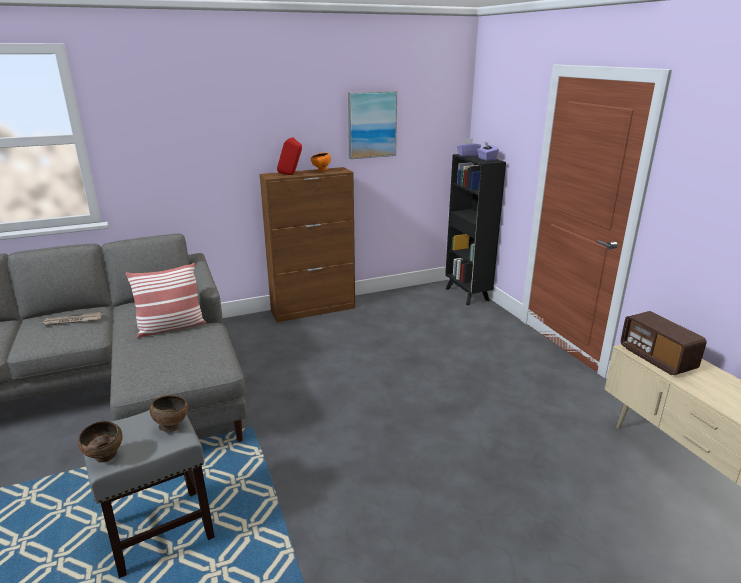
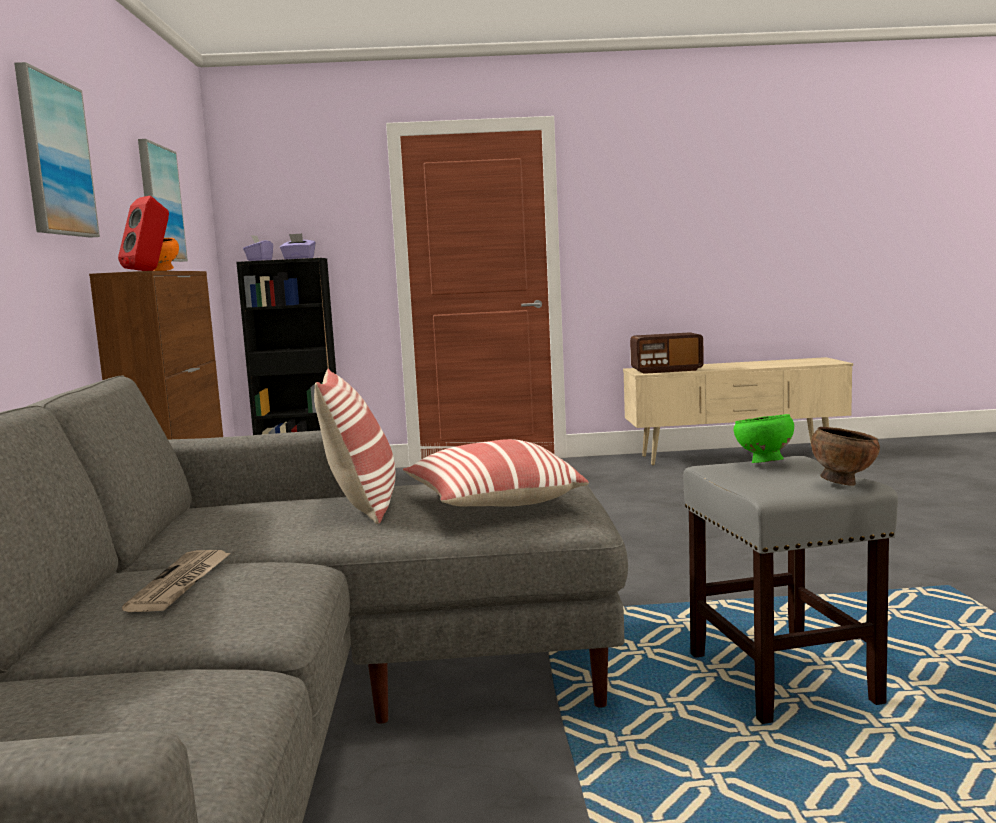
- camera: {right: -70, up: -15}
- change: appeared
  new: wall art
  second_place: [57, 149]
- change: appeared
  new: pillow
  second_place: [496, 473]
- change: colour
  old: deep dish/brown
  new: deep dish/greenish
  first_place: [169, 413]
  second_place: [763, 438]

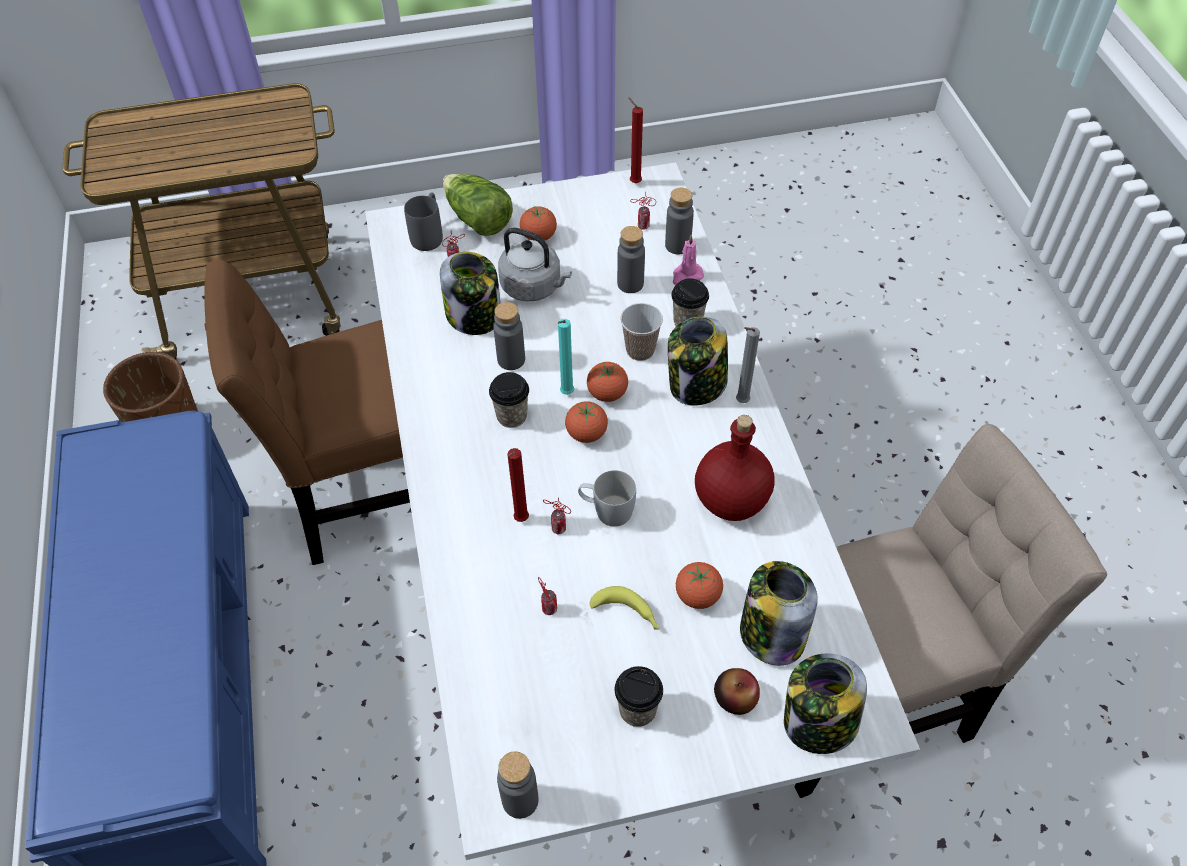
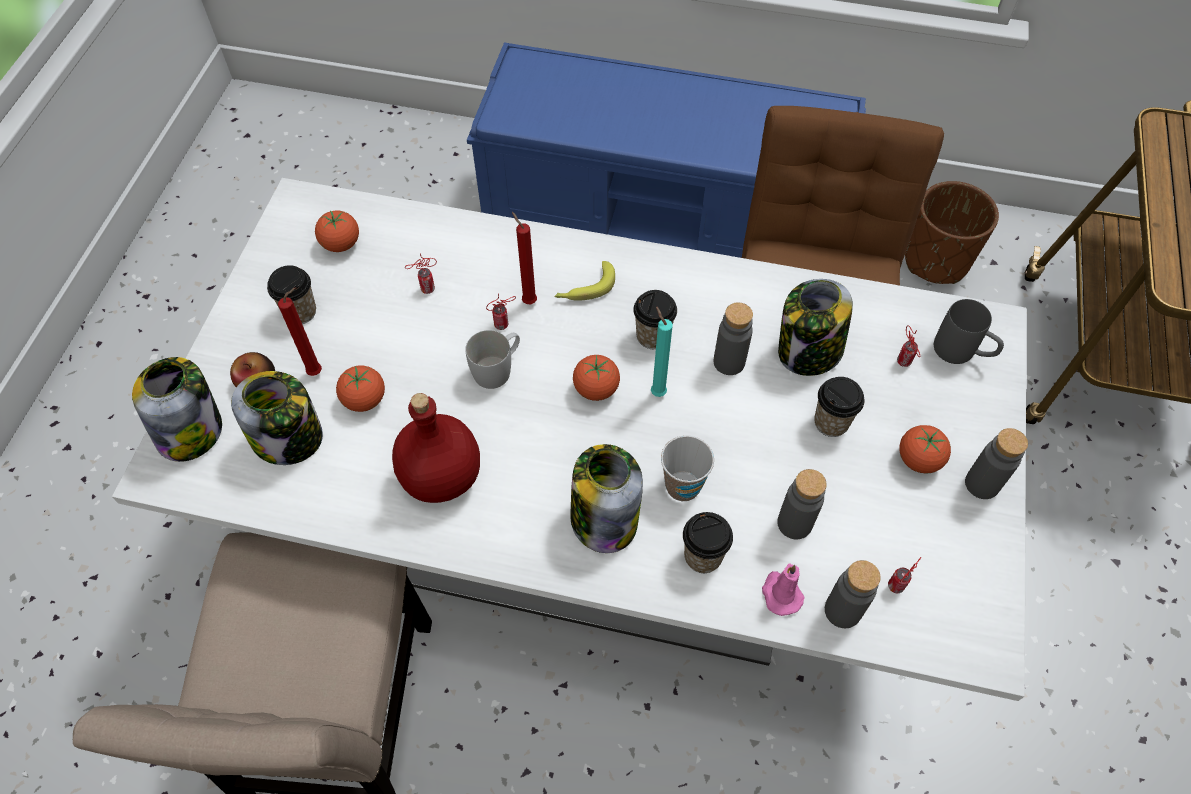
- camera: {right: 115, up: 5}
- change: missing
  old: lettuce head
  first_place: [478, 205]
- change: missing
  old: wax candle/grey
  first_place: [748, 365]
- change: relocated
  old: bottle/grey
  first_place: [518, 785]
  second_place: [996, 463]
- change: relocated
  old: whole tomato
  first_place: [607, 382]
  second_place: [337, 231]
- change: relocated
  old: banana
  first_place: [625, 608]
  second_place: [584, 281]
- change: relocated
  old: wax candle/red
  first_place: [635, 140]
  second_place: [300, 332]
- change: exchanged
  old: water kettle/grey
  new: drinking cup
  first_place: [535, 265]
  second_place: [839, 407]

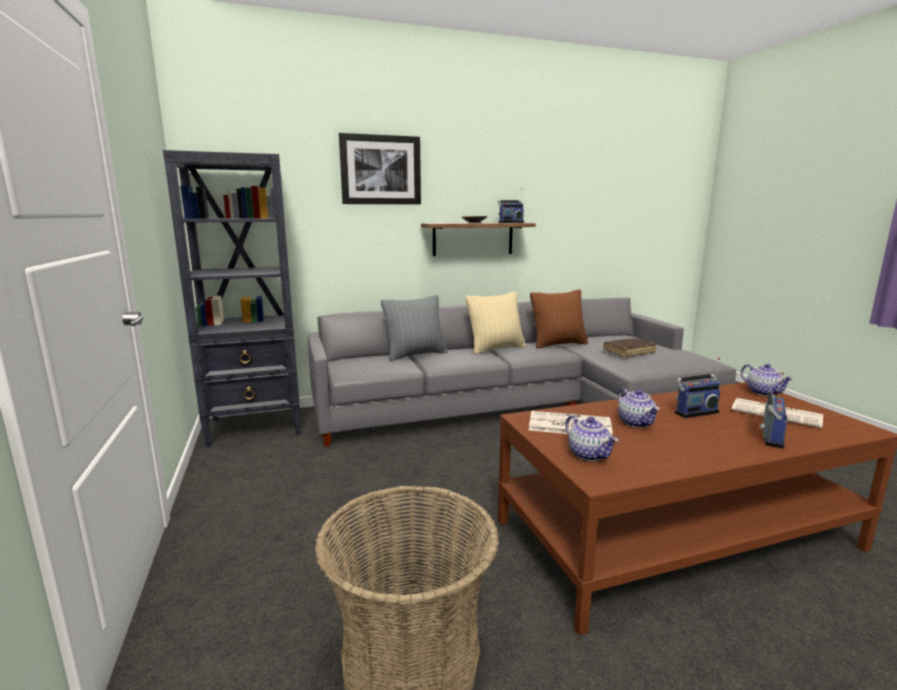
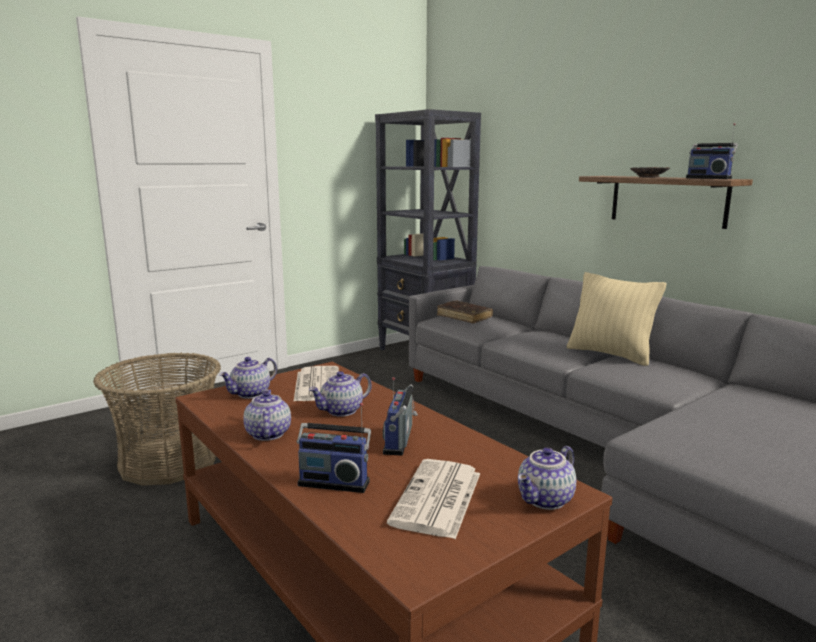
- camera: {right: 70, up: 0}
- change: missing
  old: wall art
  first_place: [380, 169]
- change: missing
  old: pillow/grey
  first_place: [414, 328]
- change: missing
  old: pillow/brown
  first_place: [559, 319]
- change: appeared
  new: tea pot
  second_place: [267, 415]
- change: relocated
  old: book/brown
  first_place: [630, 348]
  second_place: [465, 312]
- change: spun
  old: radio receiver
  first_place: [697, 388]
  second_place: [400, 416]
  degrees: 45

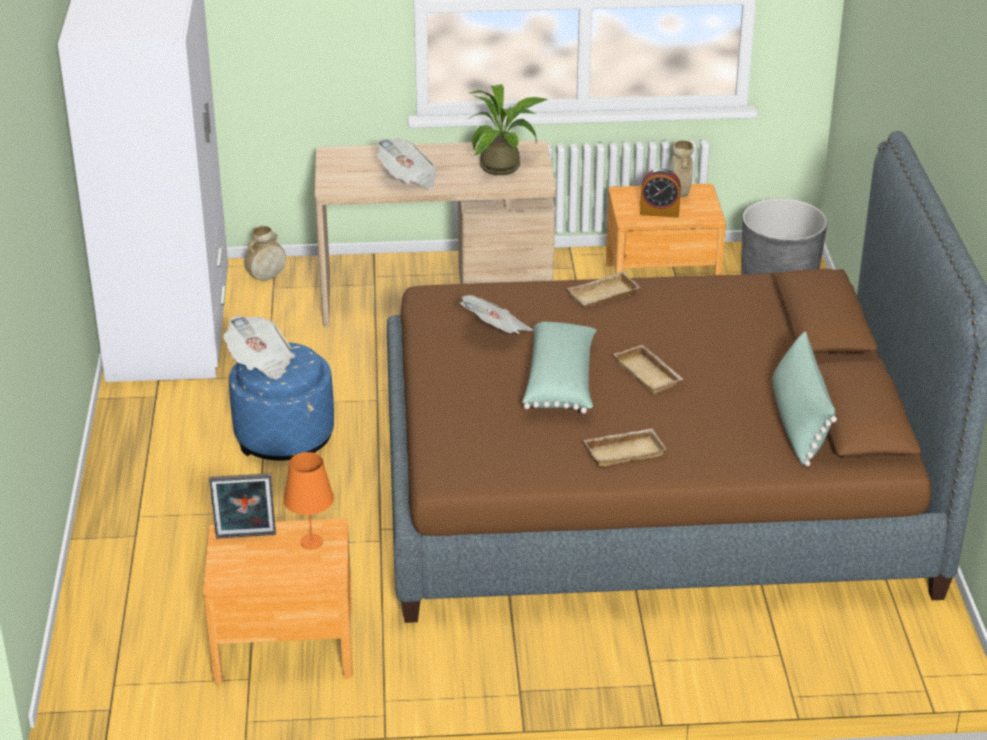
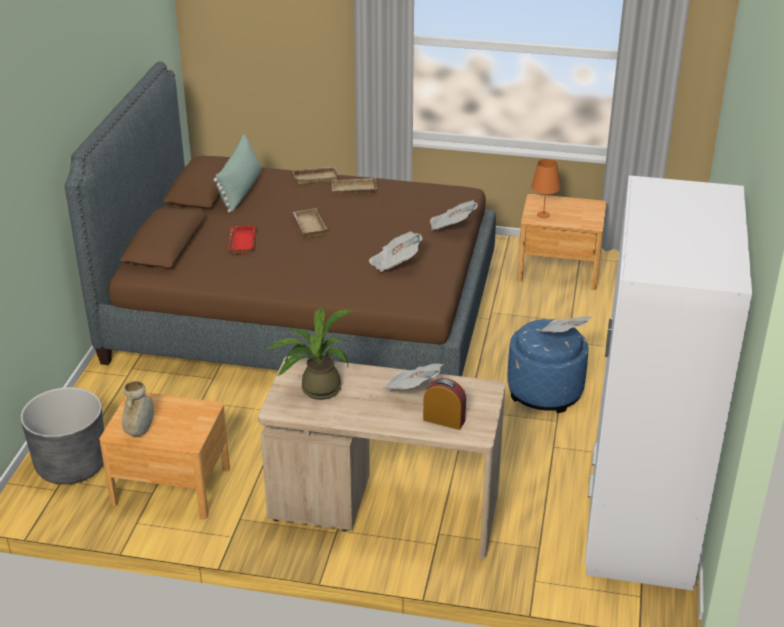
- camera: {right: -165, up: 0}
- change: missing
  old: photo frame
  first_place: [242, 506]
- change: missing
  old: vase/beige-coloured
  first_place: [265, 253]
- change: missing
  old: pillow/greenish
  first_place: [559, 368]
- change: appeared
  new: carrying tray/red
  second_place: [241, 240]
- change: appeared
  new: printed paper
  second_place: [454, 215]
- change: relocated
  old: carrying tray/beige-coloured
  first_place: [603, 289]
  second_place: [315, 175]
- change: relocated
  old: bedside clock
  first_place: [660, 193]
  second_place: [444, 404]

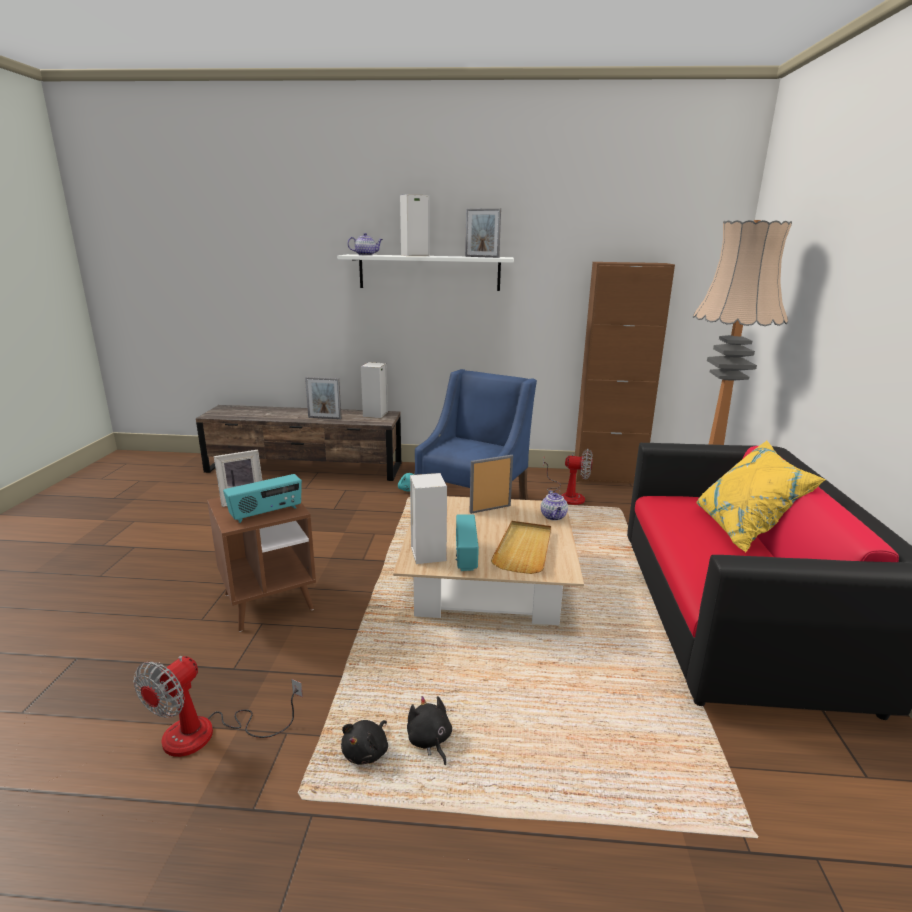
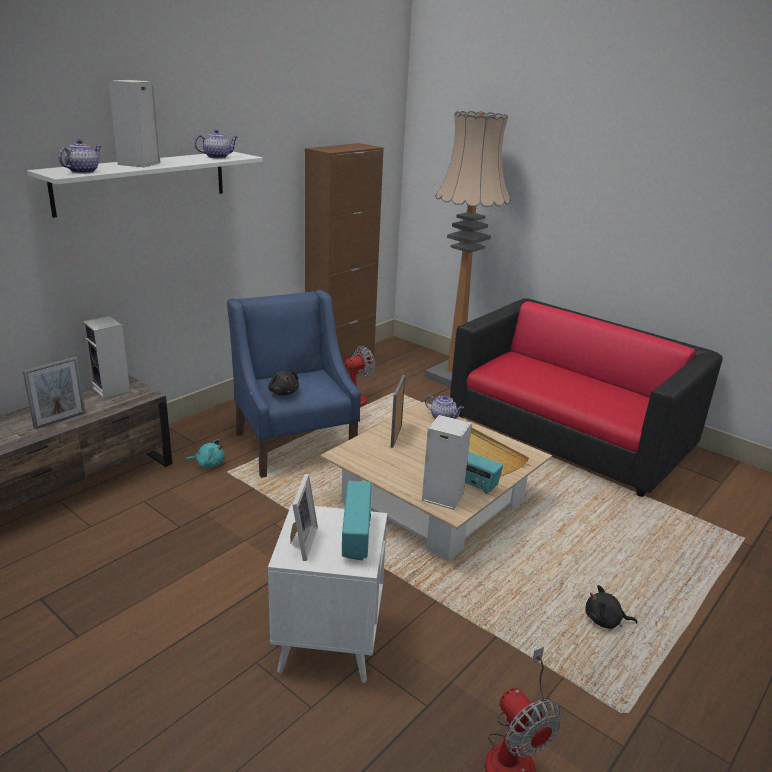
- camera: {right: -55, up: 5}
- change: missing
  old: pillow/yellowish
  first_place: [761, 497]
- change: relocated
  old: plush toy/black-coloured
  first_place: [364, 742]
  second_place: [283, 383]
- change: exchanged
  old: photo frame
  new: tea pot
  first_place: [483, 233]
  second_place: [216, 144]
- change: colour
  old: end table/brown
  new: end table/white
  first_place: [261, 564]
  second_place: [327, 593]

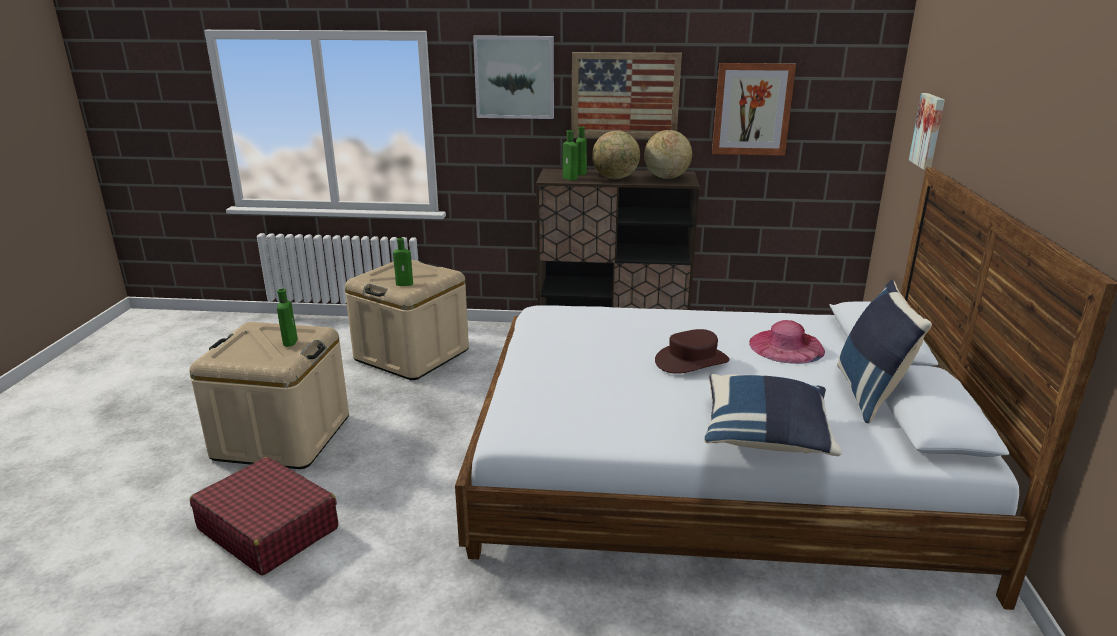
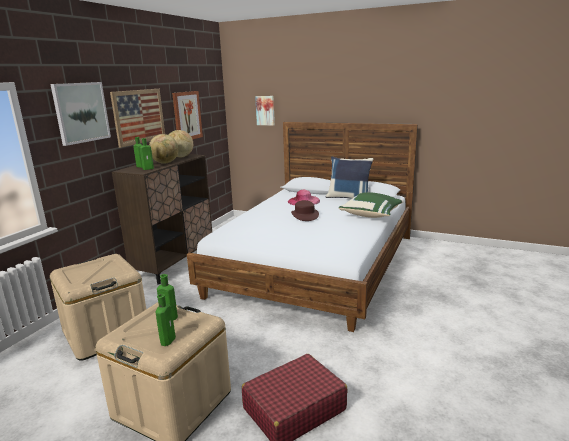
- camera: {right: -70, up: -5}
- change: relocated
  old: bottle/greenish
  first_place: [403, 262]
  second_place: [166, 320]
- change: colour
  old: pillow/blue
  new: pillow/greenish
  first_place: [773, 415]
  second_place: [371, 205]

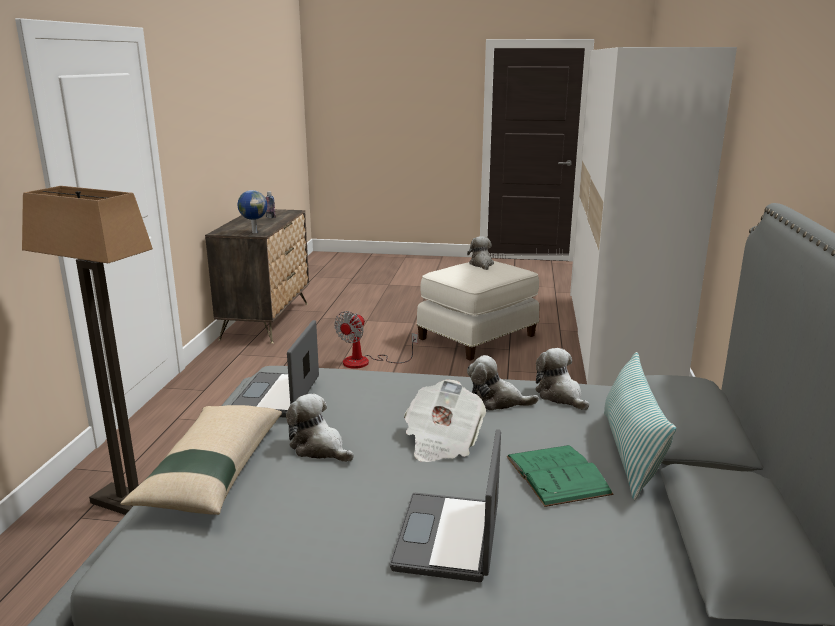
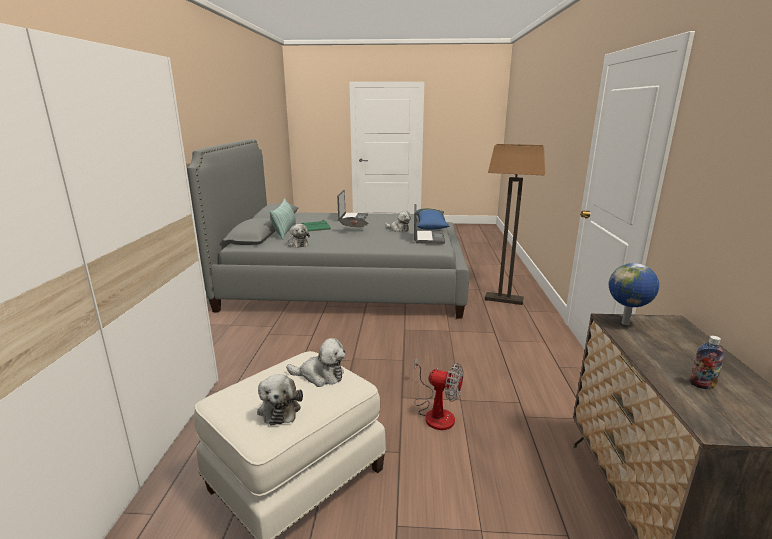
- camera: {right: 175, up: 0}
- change: relocated
  old: plush toy
  first_place: [503, 383]
  second_place: [316, 362]
- change: colour
  old: pillow/beige-coloured
  new: pillow/blue
  first_place: [201, 460]
  second_place: [433, 219]
- change: spun
  old: fan
  first_place: [376, 340]
  second_place: [438, 394]
  degrees: 90

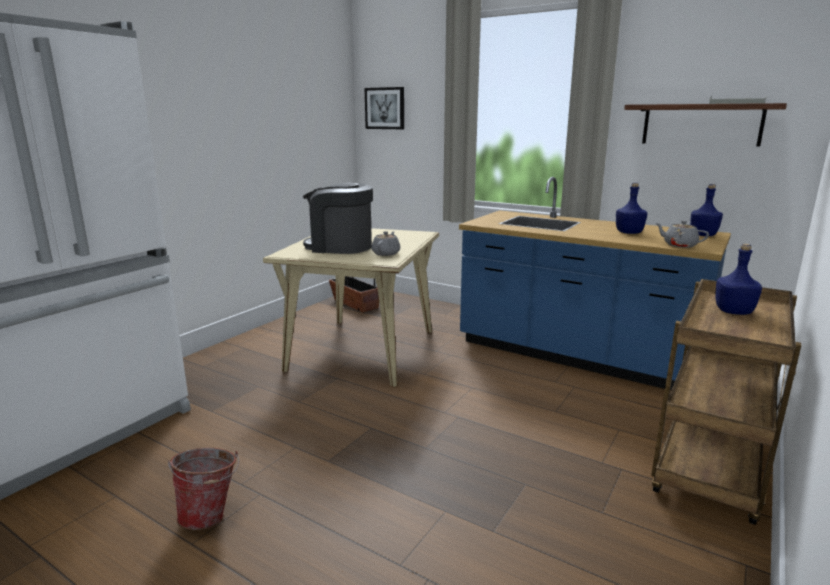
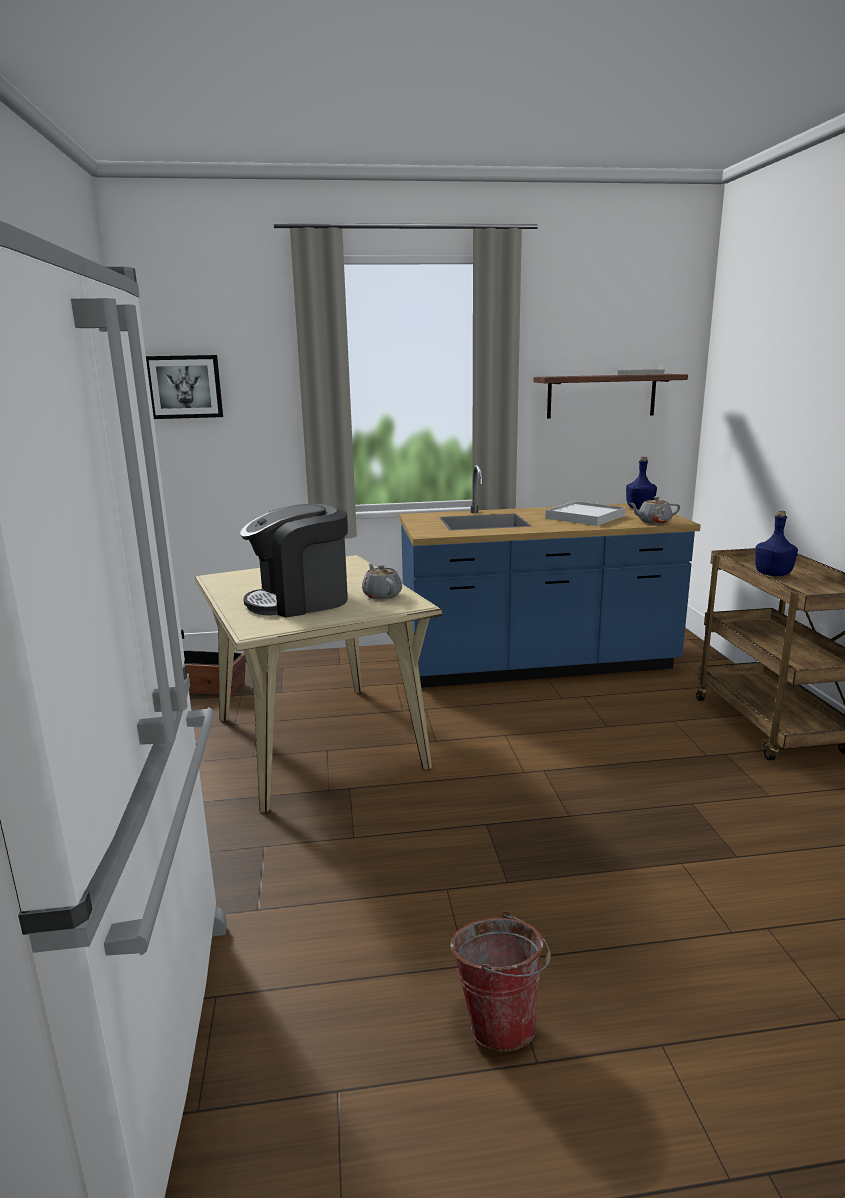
- camera: {right: -40, up: 0}
- change: exchanged
  old: bottle/blue
  new: carrying tray/white
  first_place: [632, 208]
  second_place: [585, 513]

